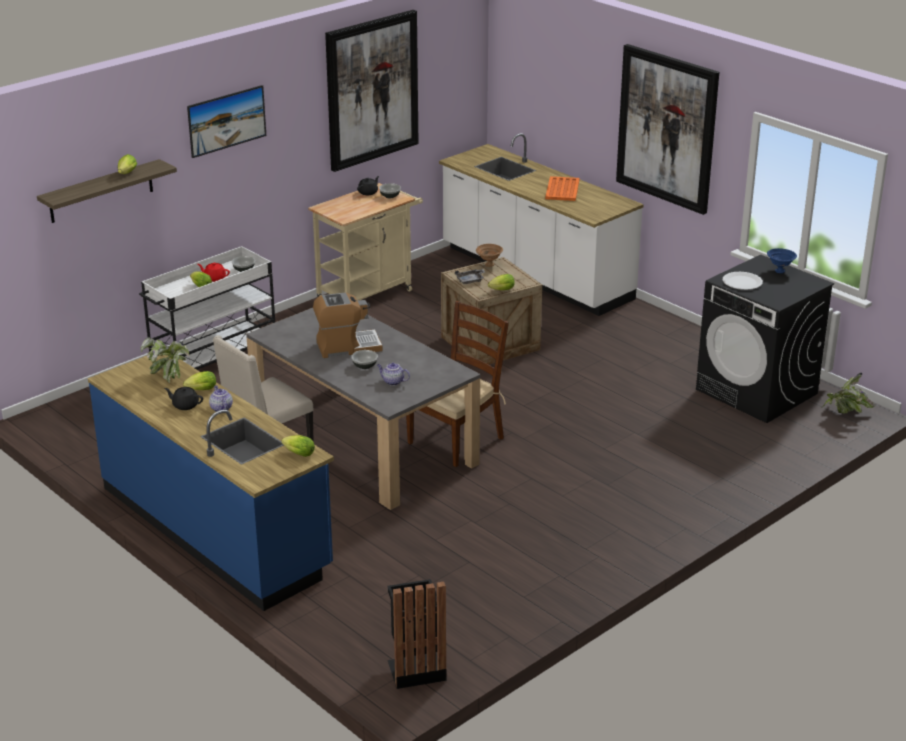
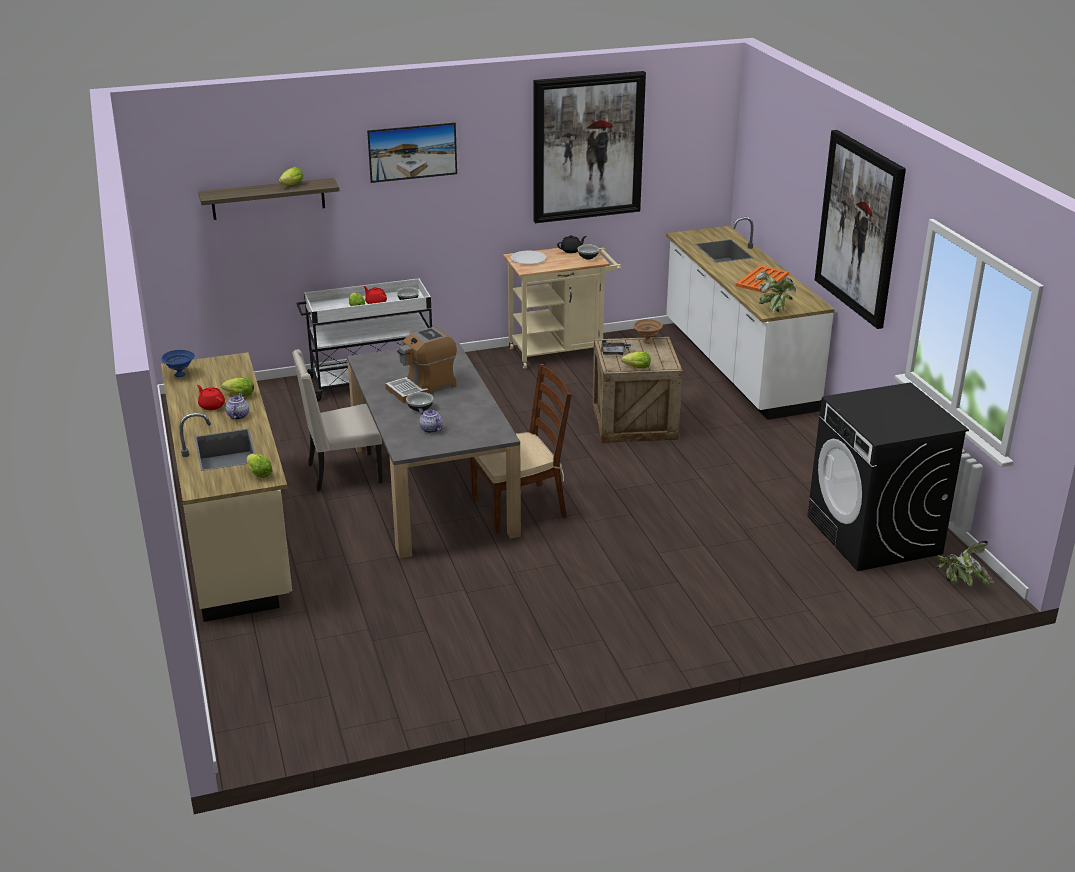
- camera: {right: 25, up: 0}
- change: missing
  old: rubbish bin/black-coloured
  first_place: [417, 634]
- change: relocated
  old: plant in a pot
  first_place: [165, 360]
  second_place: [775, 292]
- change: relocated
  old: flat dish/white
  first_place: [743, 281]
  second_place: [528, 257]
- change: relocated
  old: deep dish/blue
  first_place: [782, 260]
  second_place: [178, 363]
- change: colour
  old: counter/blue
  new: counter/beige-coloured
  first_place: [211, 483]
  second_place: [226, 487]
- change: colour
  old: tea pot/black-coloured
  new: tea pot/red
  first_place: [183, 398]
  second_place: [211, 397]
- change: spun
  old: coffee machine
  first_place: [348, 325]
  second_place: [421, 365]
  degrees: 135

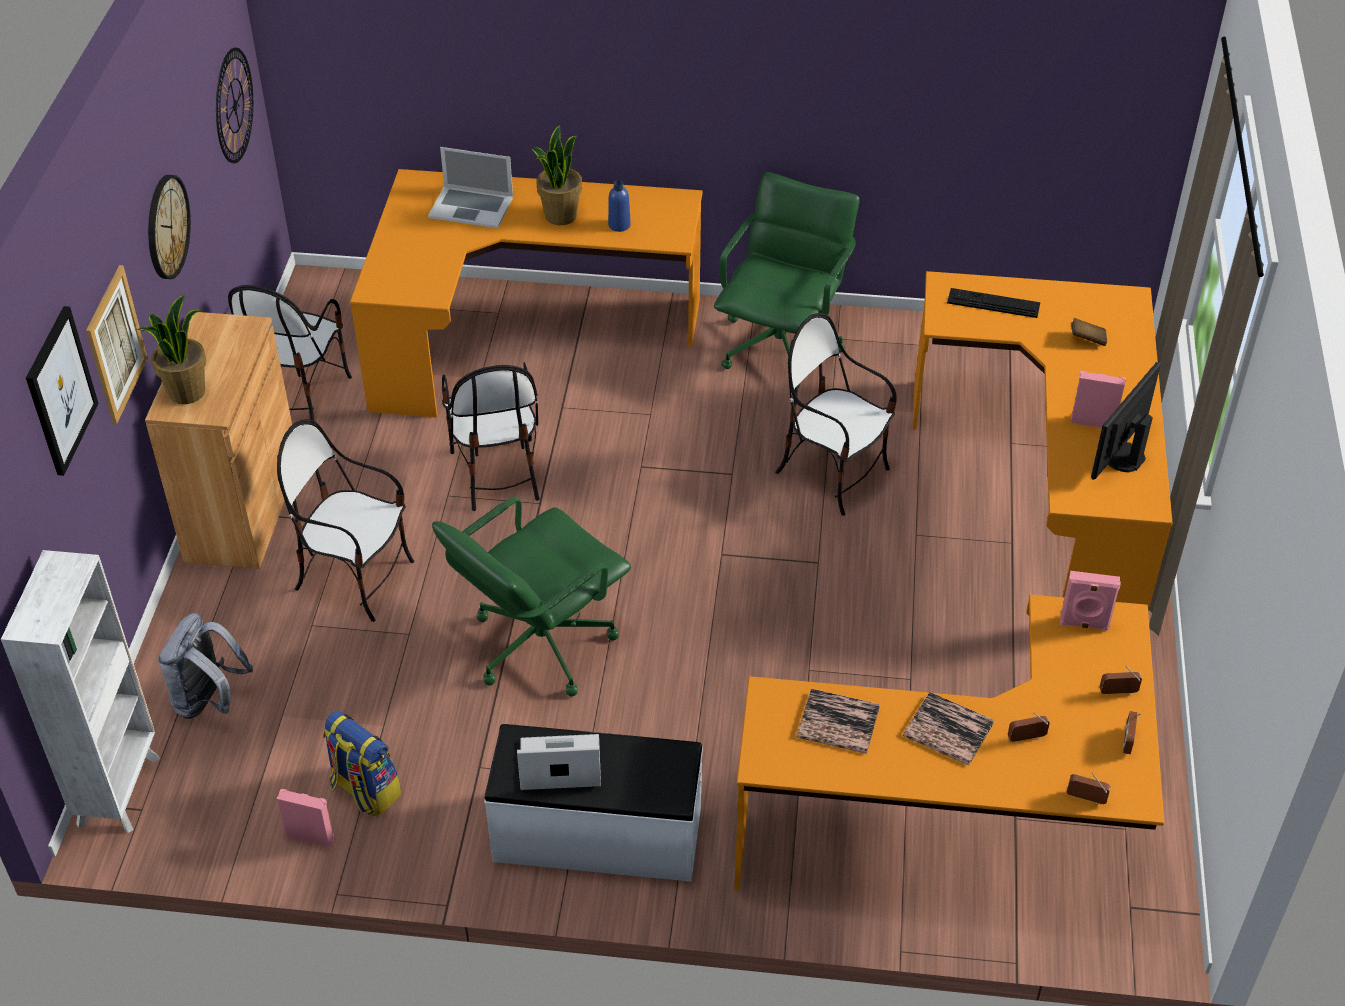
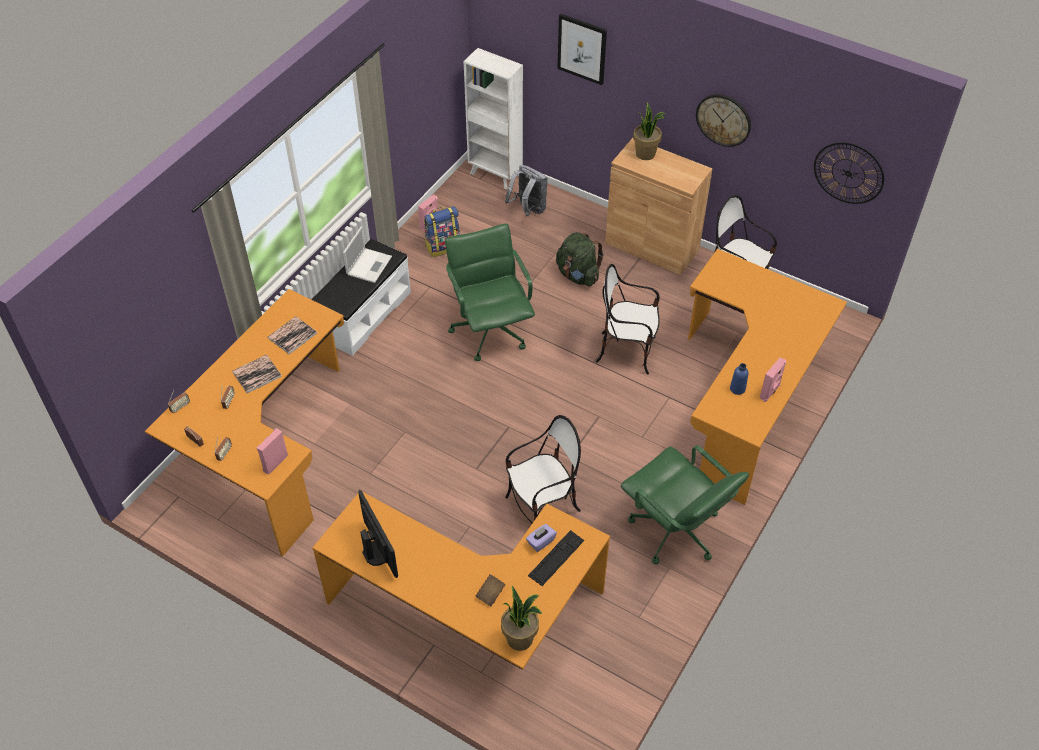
- camera: {right: 115, up: 5}
- change: missing
  old: wall art
  first_place: [117, 344]
- change: missing
  old: portable computer
  first_place: [470, 187]
- change: appeared
  new: box of tissues/purple
  second_place: [541, 538]
- change: relocated
  old: plant in a pot
  first_place: [556, 175]
  second_place: [521, 618]
- change: relocated
  old: audio speaker/pinkish
  first_place: [1098, 399]
  second_place: [773, 380]
- change: exchanged
  old: plain chair
  new: backpack/greenish
  first_place: [346, 520]
  second_place: [580, 259]

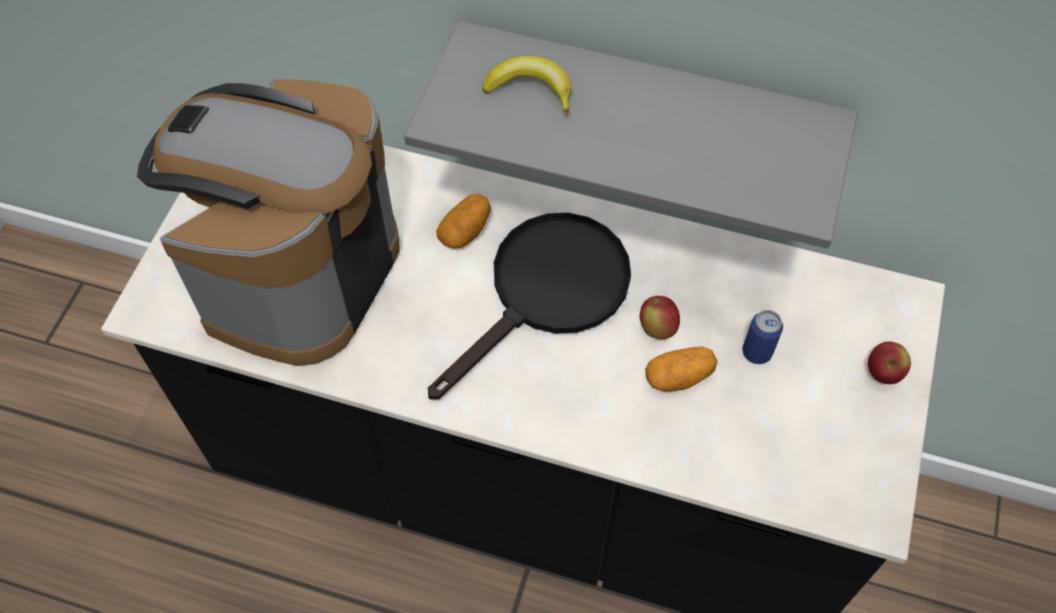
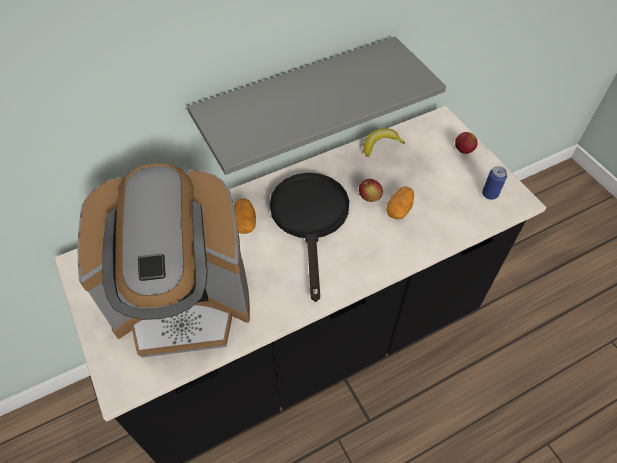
- camera: {right: -45, up: -5}
- change: relocated
  old: banana
  first_place: [526, 86]
  second_place: [384, 142]
- change: relocated
  old: can
  first_place: [763, 337]
  second_place: [494, 183]
- change: spun
  old: coffee machine
  first_place: [268, 222]
  second_place: [164, 261]
  degrees: -75

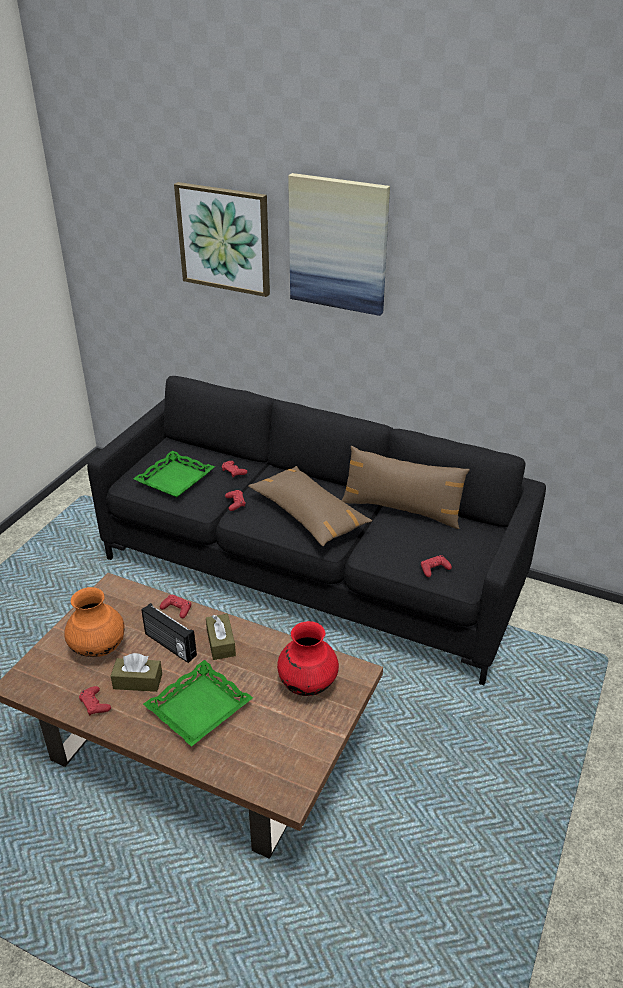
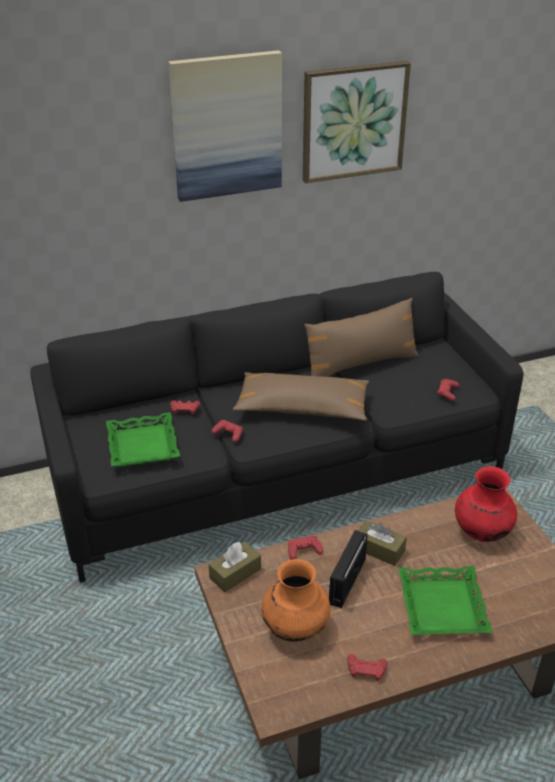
- camera: {right: -45, up: 0}
- change: relocated
  old: box of tissues/brown
  first_place: [136, 672]
  second_place: [235, 567]
- change: relocated
  old: wall art
  first_place: [222, 239]
  second_place: [357, 122]
- change: spun
  old: radio receiver
  first_place: [169, 633]
  second_place: [348, 569]
  degrees: 120

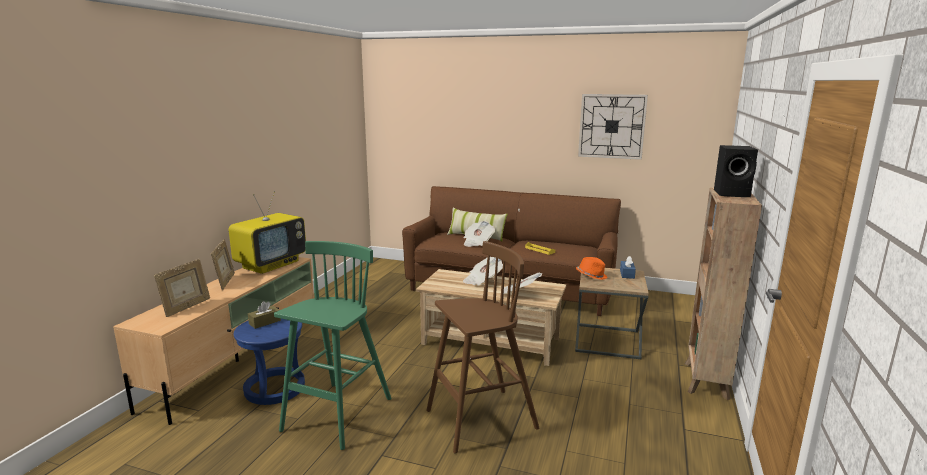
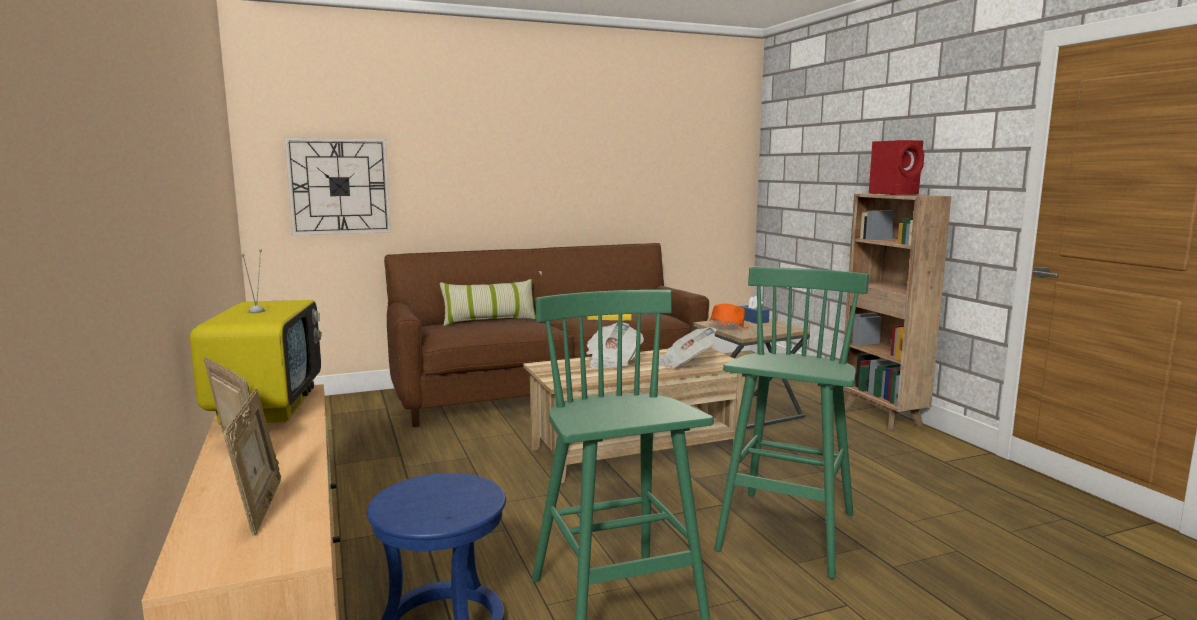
- camera: {right: -40, up: -5}
- change: missing
  old: box of tissues/brown
  first_place: [264, 315]
- change: missing
  old: printed paper
  first_place: [479, 234]
- change: relocated
  old: clock on the wall
  first_place: [613, 127]
  second_place: [337, 186]
- change: colour
  old: stool seat/brown
  new: stool seat/greenish
  first_place: [482, 347]
  second_place: [791, 423]
- change: colour
  old: audio speaker/black-coloured
  new: audio speaker/red
  first_place: [736, 171]
  second_place: [896, 167]

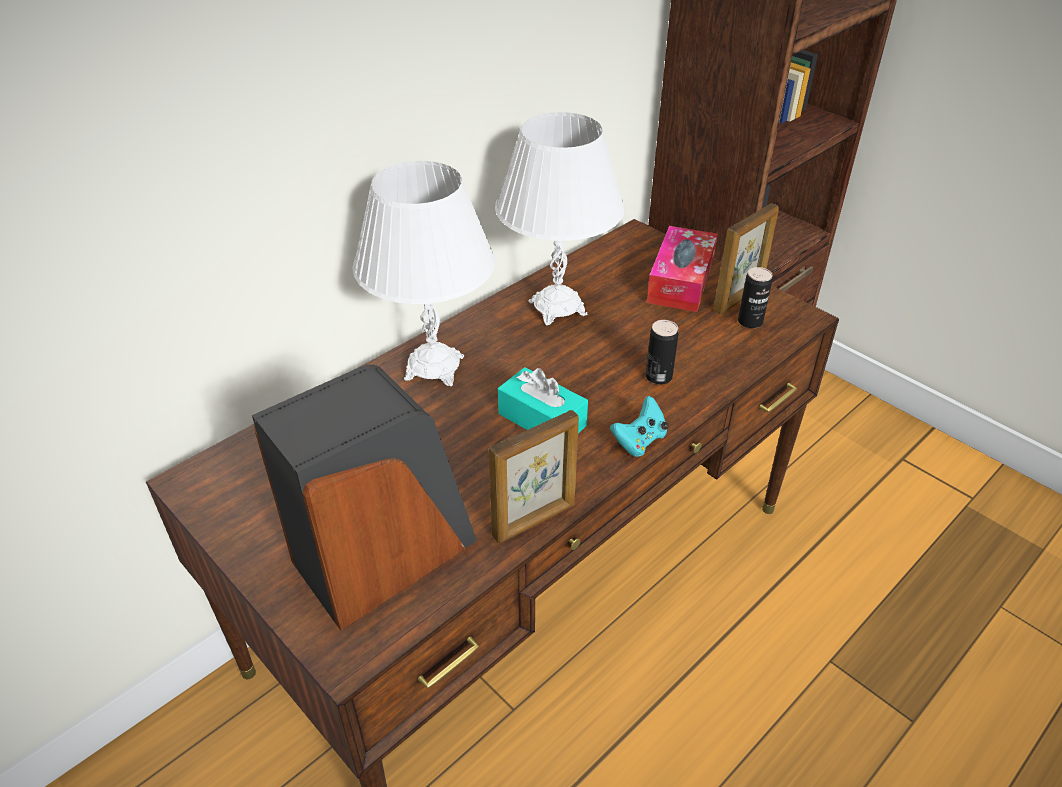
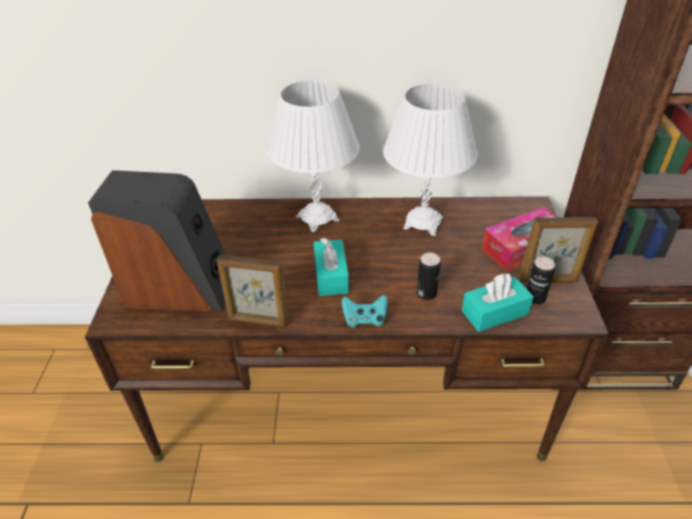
- camera: {right: 45, up: 0}
- change: appeared
  new: box of tissues/blue-green
  second_place: [498, 302]

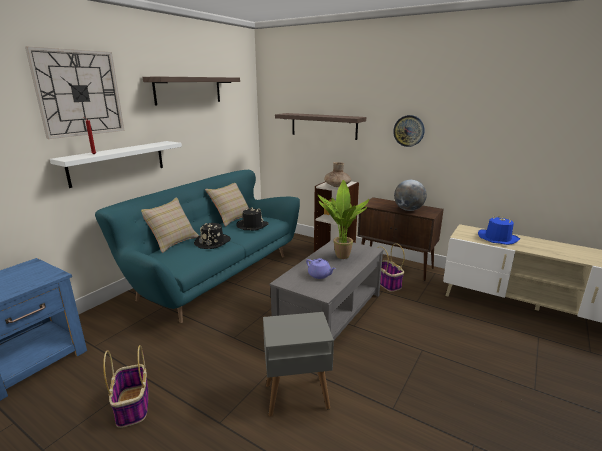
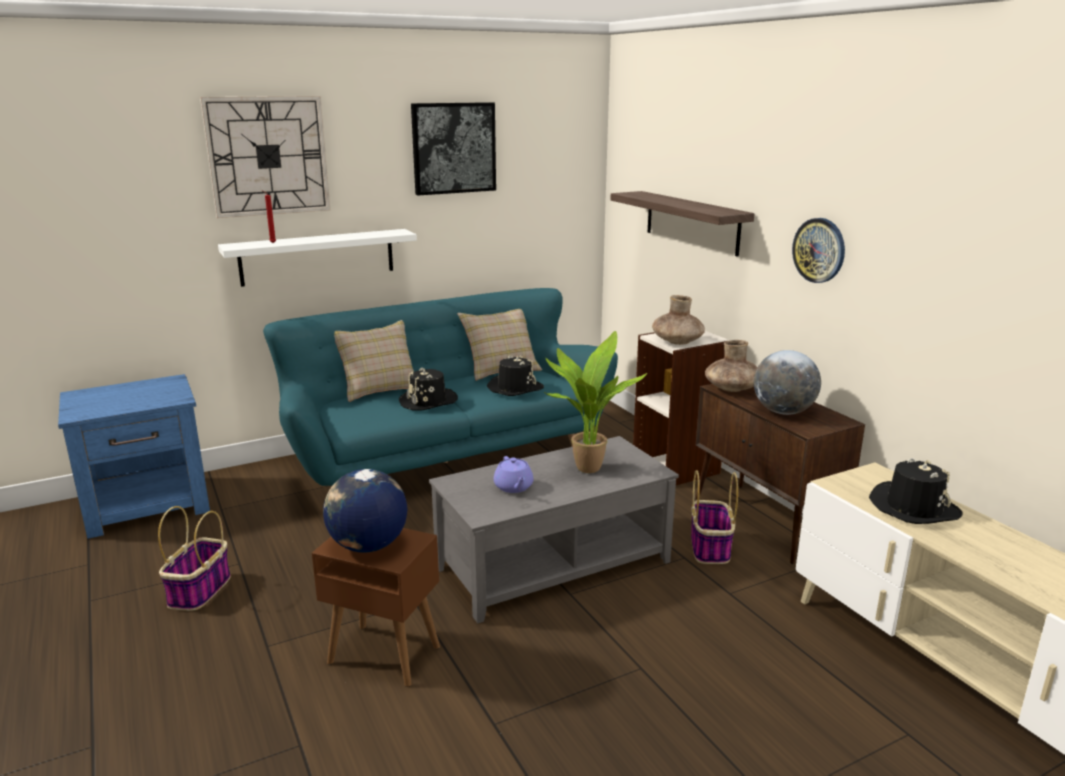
- camera: {right: 30, up: 0}
- change: appeared
  new: globe
  second_place: [365, 511]
- change: appeared
  new: vase/brown
  second_place: [731, 366]
- change: exchanged
  old: shelf
  new: wall art
  first_place: [191, 91]
  second_place: [453, 148]
- change: colour
  old: end table/grey
  new: end table/brown
  first_place: [298, 364]
  second_place: [376, 607]
- change: colour
  old: hat/blue
  new: hat/black-coloured
  first_place: [499, 230]
  second_place: [916, 491]

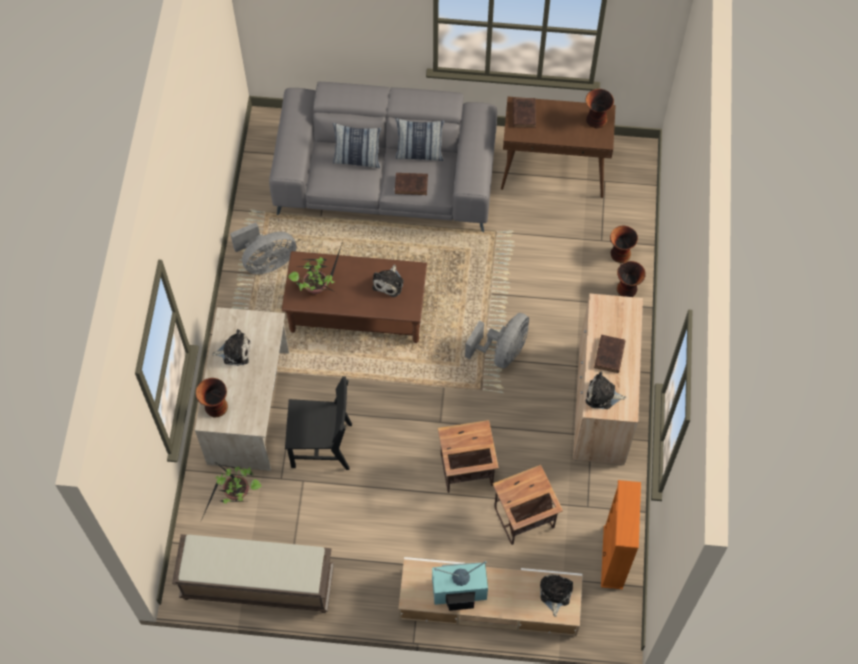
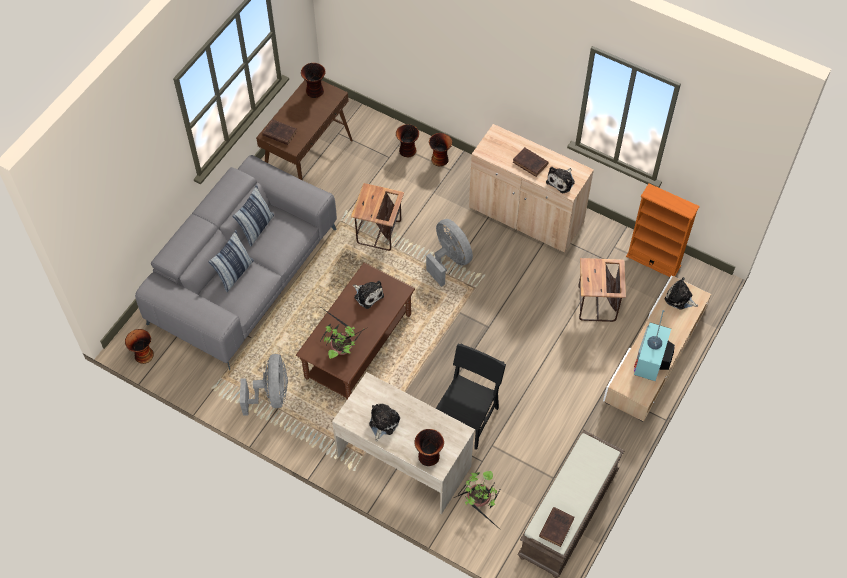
- camera: {right: -65, up: -5}
- change: appeared
  new: vase
  second_place: [139, 346]
- change: relocated
  old: book/brown
  first_place: [411, 184]
  second_place: [556, 527]
- change: relocated
  old: end table
  first_place: [468, 456]
  second_place: [377, 217]

